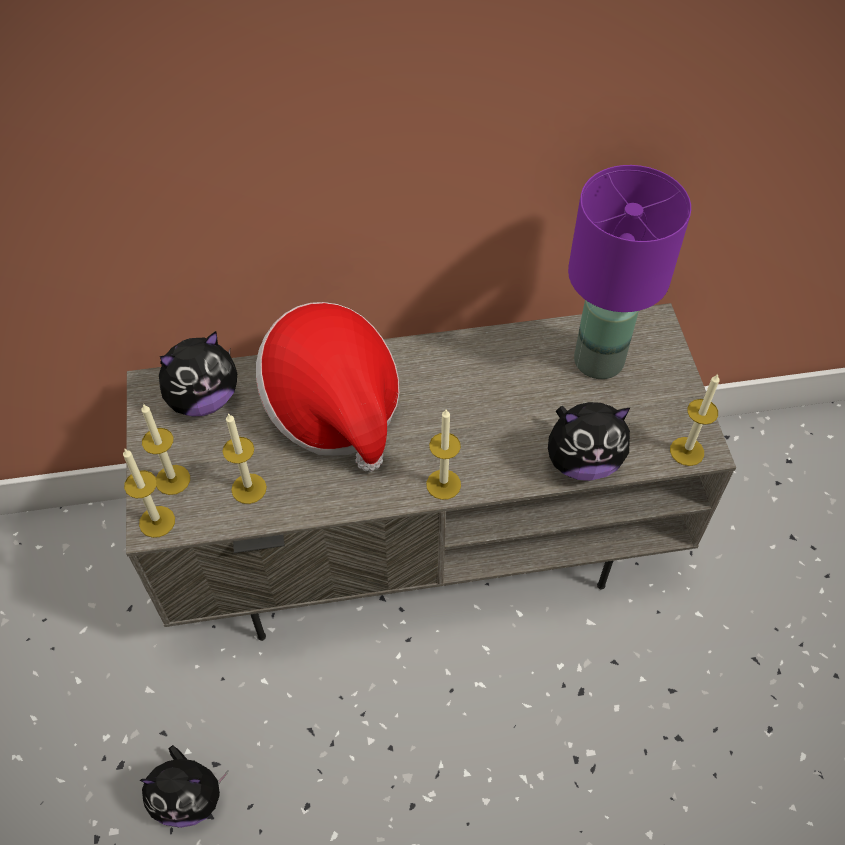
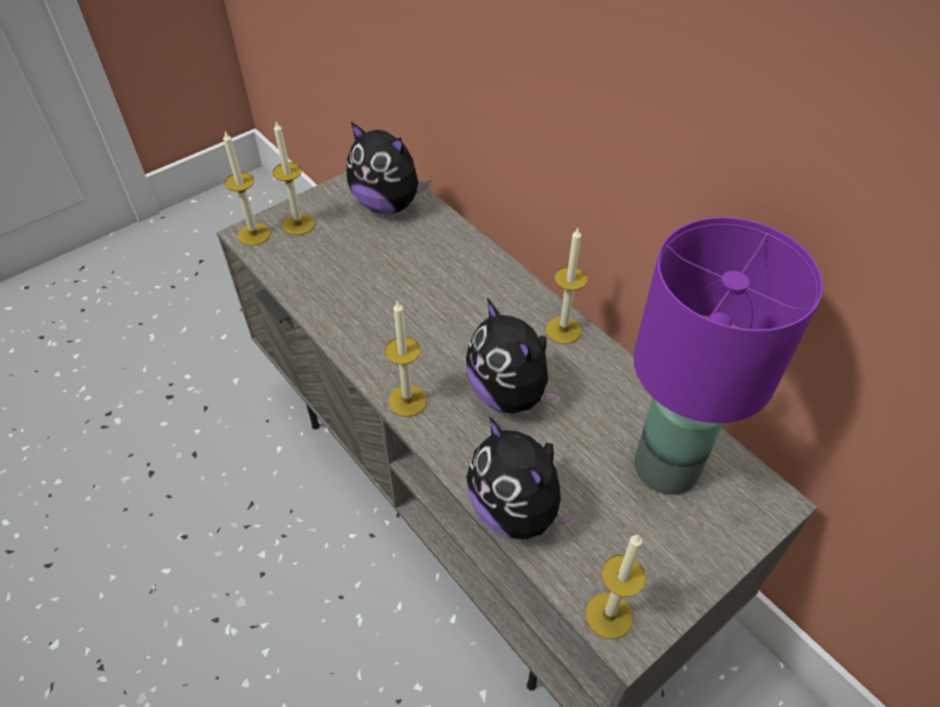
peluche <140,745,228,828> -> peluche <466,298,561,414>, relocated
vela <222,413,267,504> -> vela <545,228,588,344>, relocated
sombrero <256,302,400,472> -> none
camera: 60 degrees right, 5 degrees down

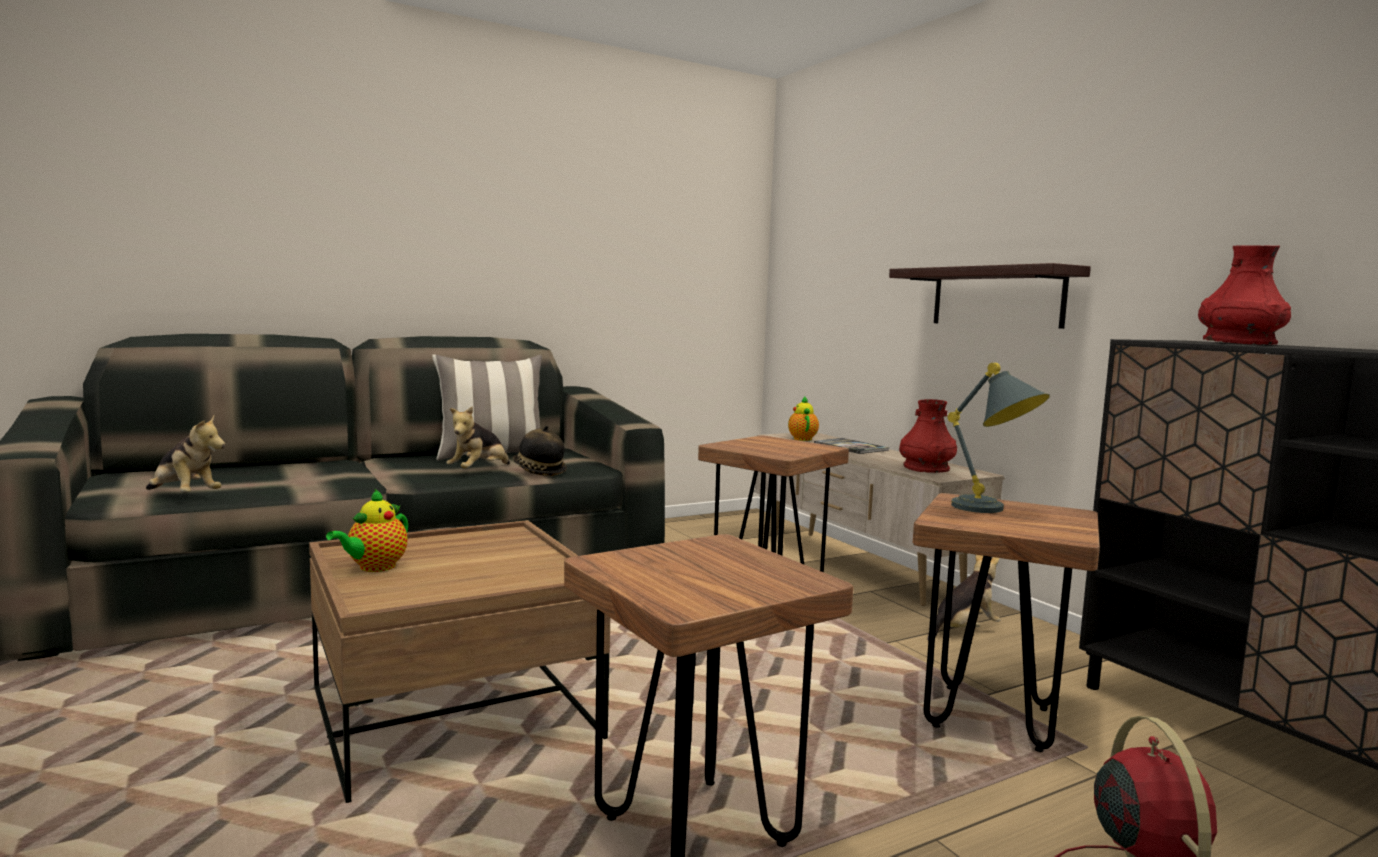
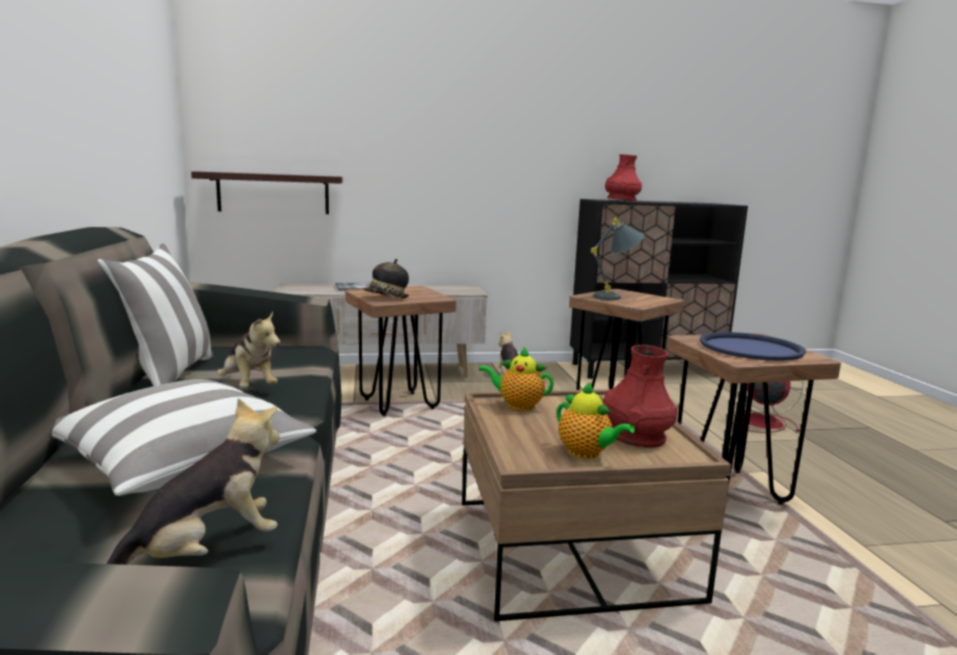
none -> cojín <52,379,316,496>
estante <889,263,1091,329> -> estante <191,171,343,214>, relocated
sombrero <512,425,567,476> -> sombrero <363,259,409,298>, relocated
tetera <788,397,819,441> -> tetera <479,346,554,411>, relocated
florero [rojo] <899,399,957,473> -> florero [rojo] <602,345,677,448>, relocated
none -> bandeja [azul] <700,332,806,361>
camera: 70 degrees left, 5 degrees up

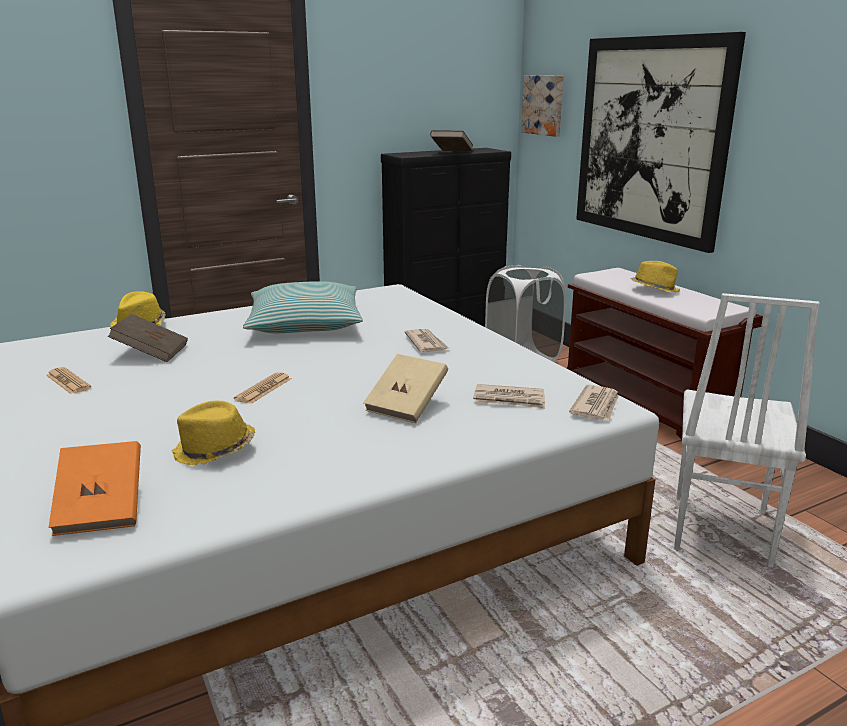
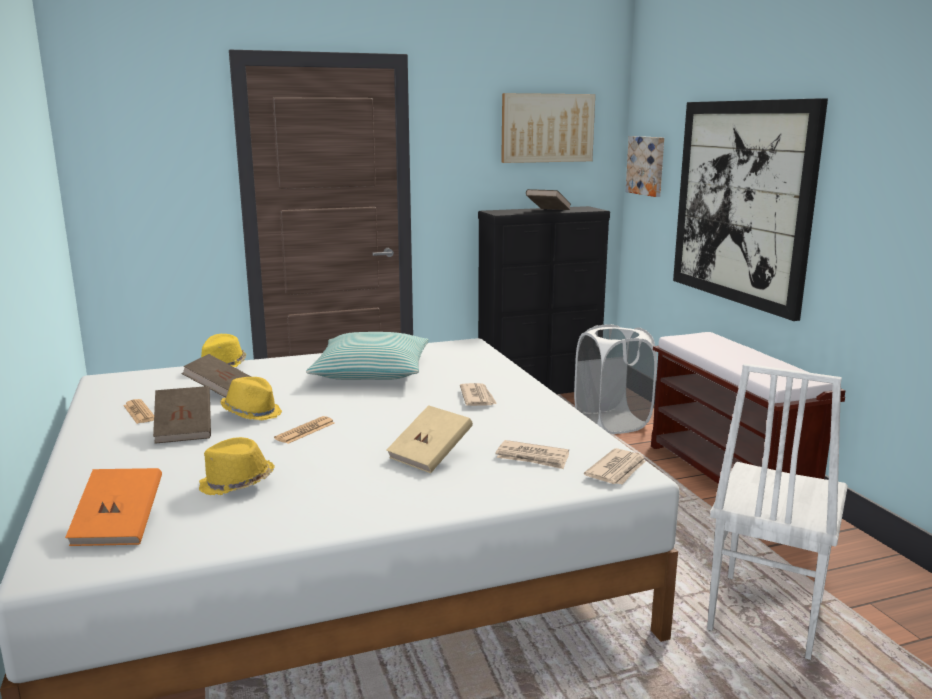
none -> libro [marrón] <153,386,211,444>
sombrero [amarillo] <631,261,680,293> -> sombrero [amarillo] <220,377,282,420>, relocated
none -> cuadro <501,93,595,163>
camera: 10 degrees right, 5 degrees down

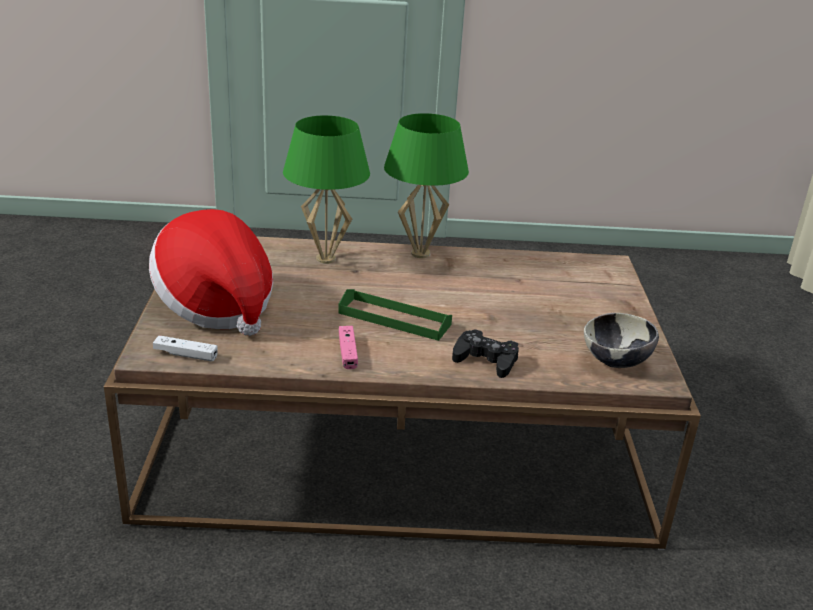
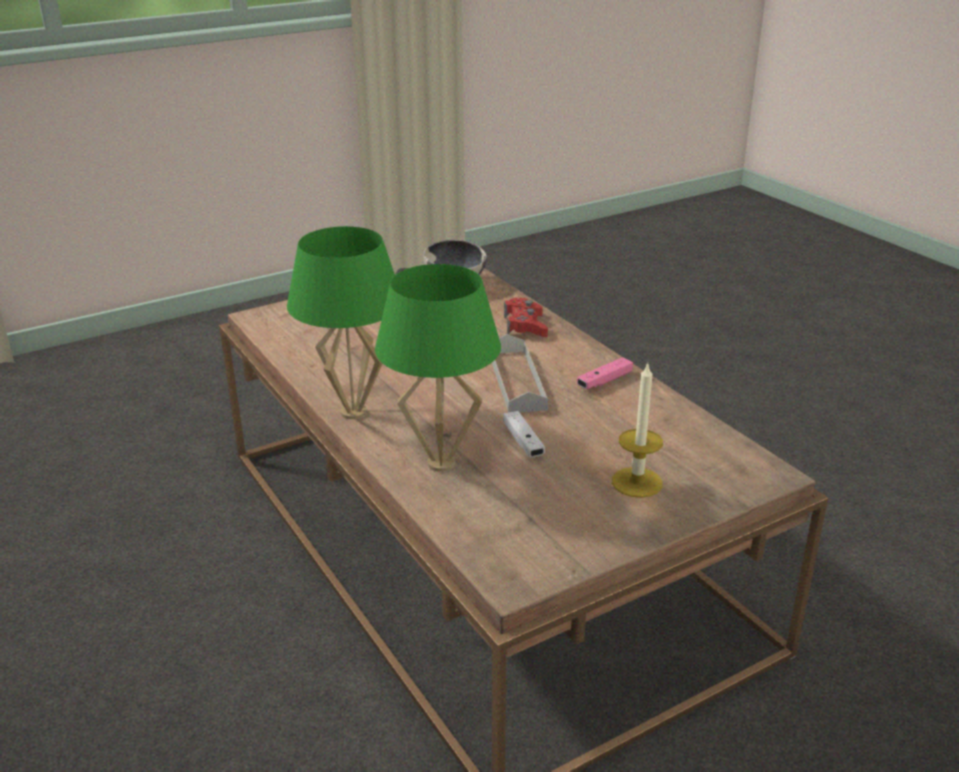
bandeja [verde] <338,289,452,341> -> bandeja [gris] <492,334,548,413>
mando de consola [blanco] <153,335,218,362> -> mando de consola [blanco] <503,411,545,457>, relocated
mando de consola [negro] <452,329,519,378> -> mando de consola [rojo] <504,298,548,337>
sombrero <149,209,273,336> -> vela <612,363,663,498>
camera: 120 degrees left, 0 degrees up

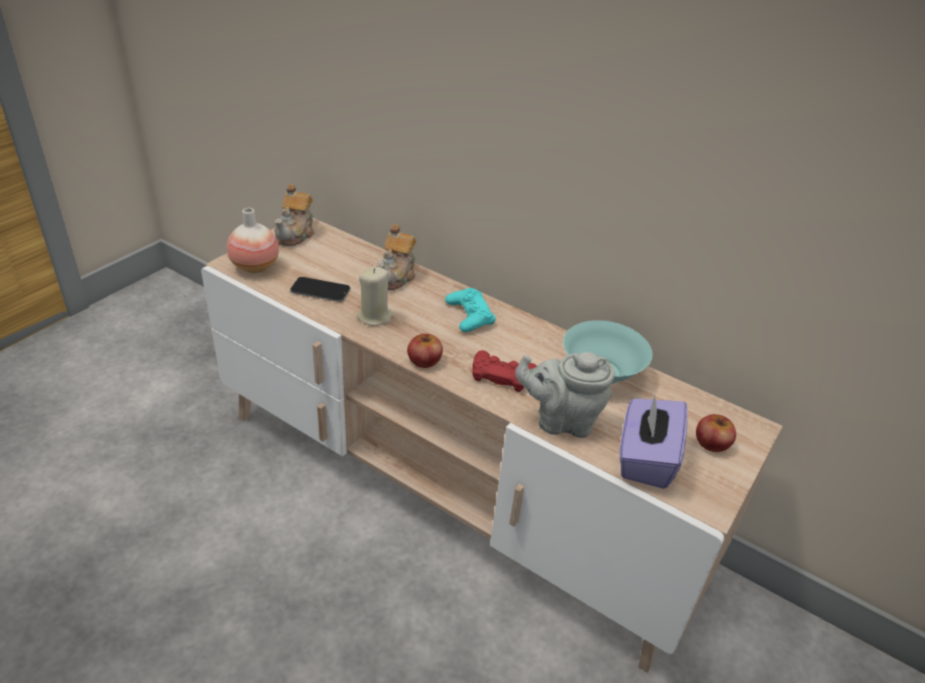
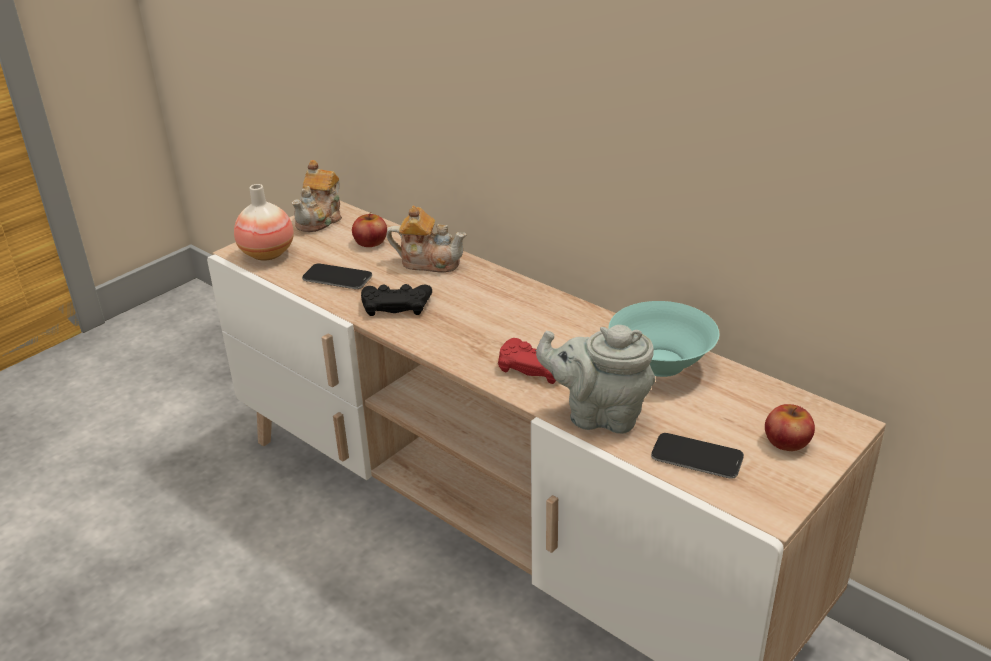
manzana <407,334,443,368> -> manzana <352,212,387,247>, relocated
vela [beis] <357,267,394,326> -> mando de consola [negro] <361,284,432,316>
tetera <376,224,416,290> -> tetera <386,206,466,273>, 105 degrees counterclockwise
caja de pañuelos [morado] <620,394,688,489> -> móvil <651,433,744,479>
mando de consola [turquesa] <445,288,496,332> -> none
camera: 10 degrees right, 5 degrees down

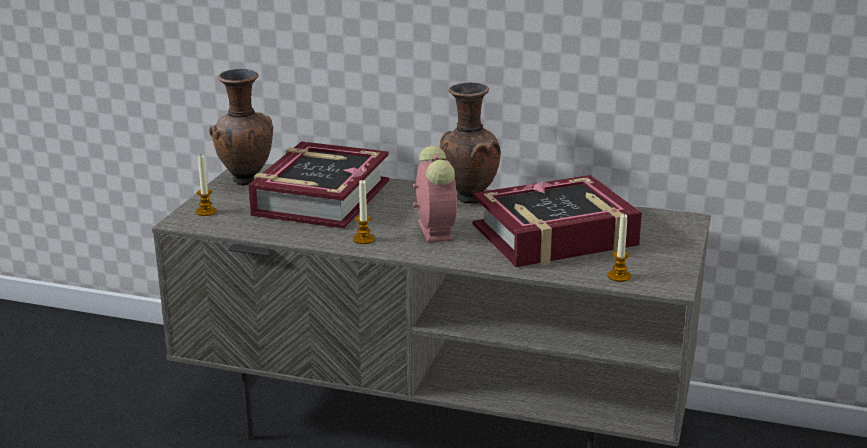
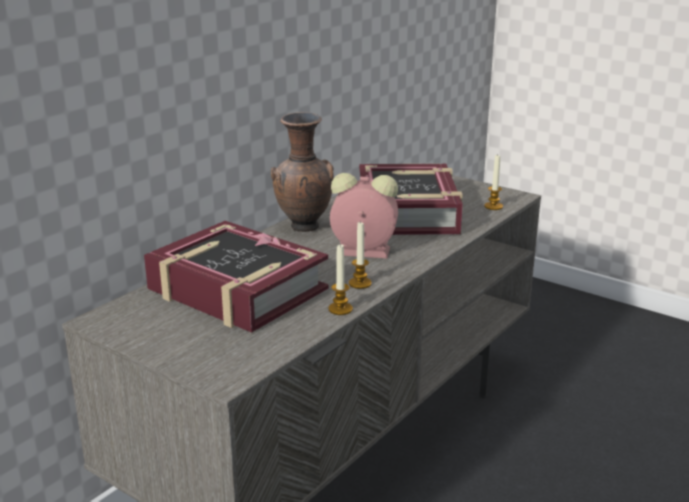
vela <196,156,217,216> -> vela <328,244,353,315>, relocated
florero [marrón] <209,69,273,186> -> none
camera: 70 degrees left, 0 degrees up

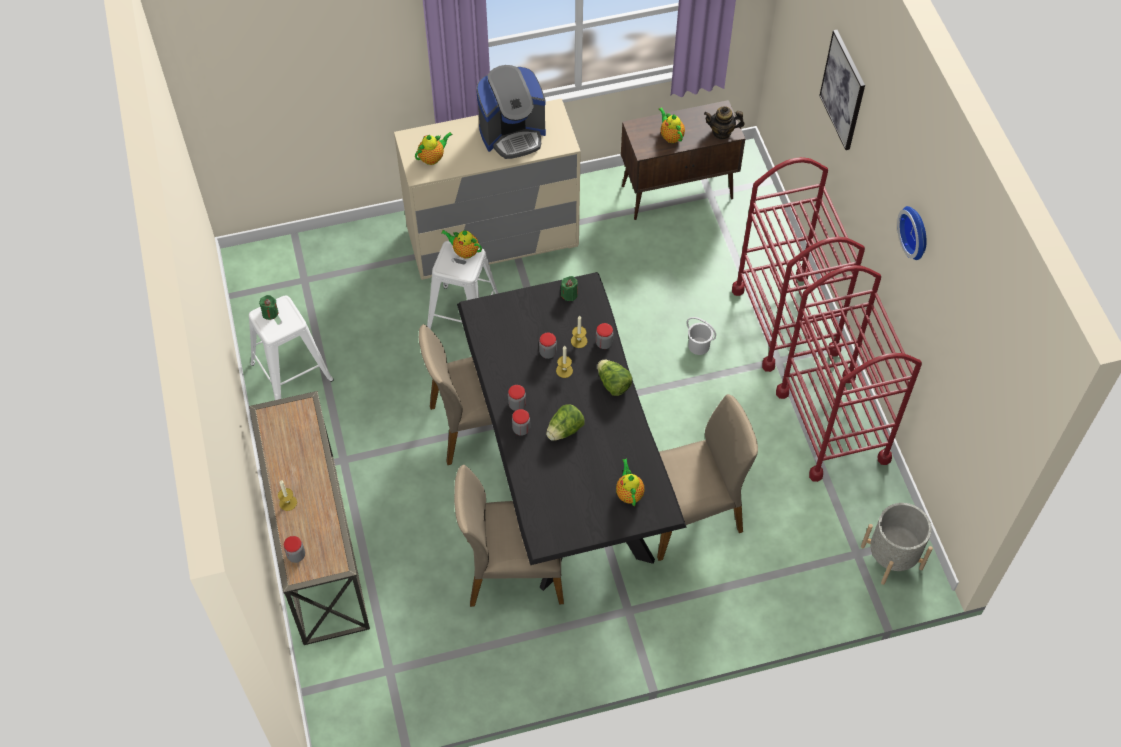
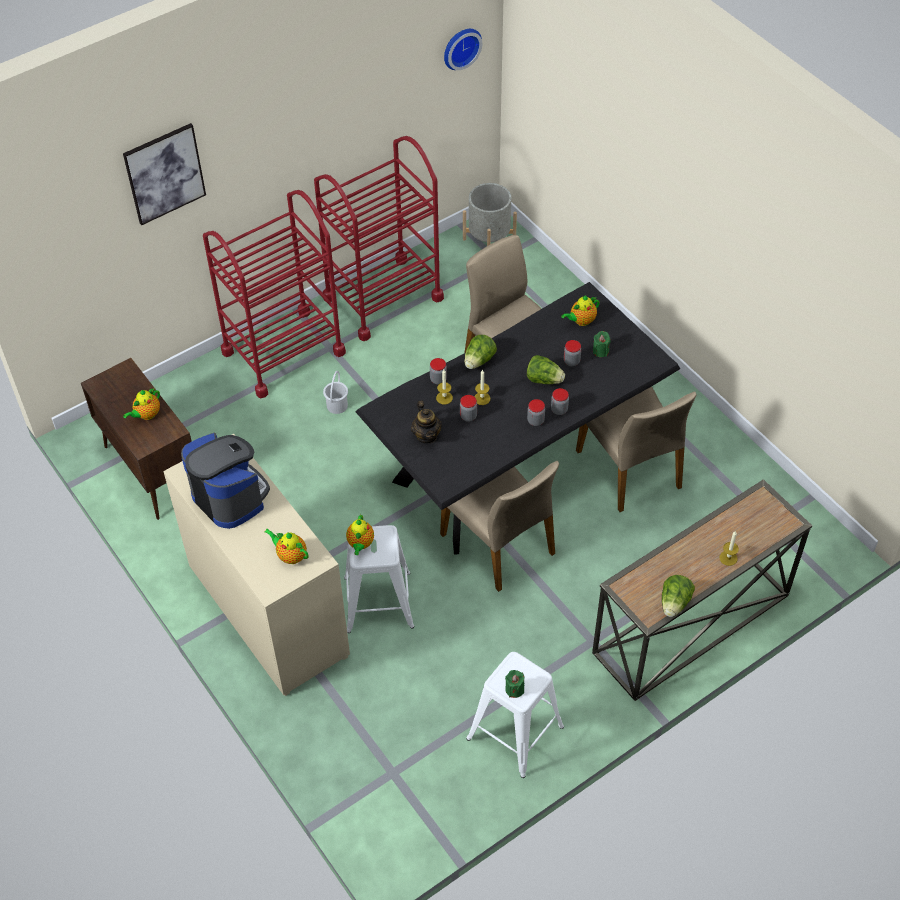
tetera <704,106,744,140> -> tetera <411,401,442,444>, relocated
reloj de pared <897,206,927,260> -> reloj de pared <444,29,482,70>, relocated
tarro <284,536,305,563> -> tarro <564,340,581,366>, relocated
vela [verde] <561,276,578,301> -> vela [verde] <593,331,611,357>, relocated
none -> lechuga <662,575,695,617>
camera: 110 degrees left, 5 degrees down

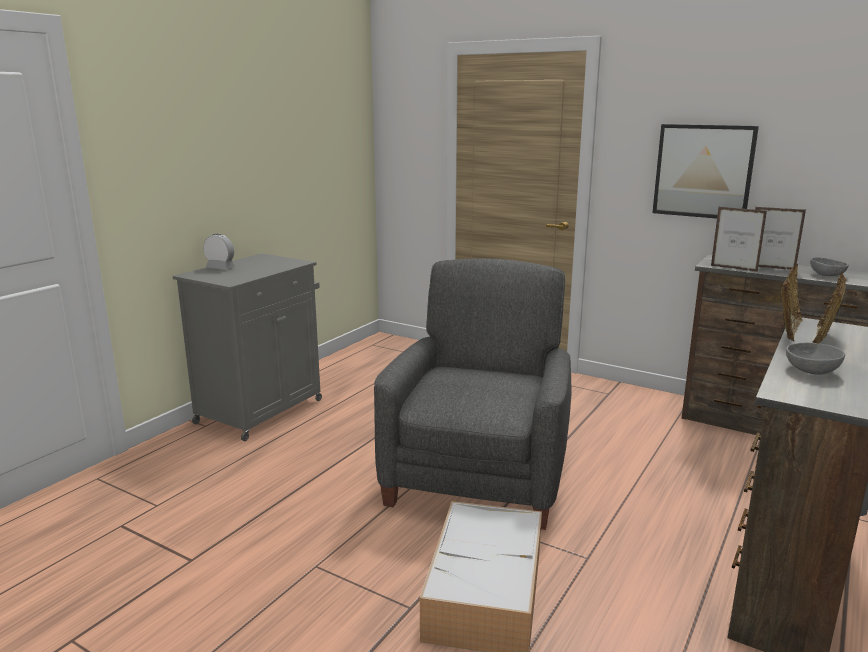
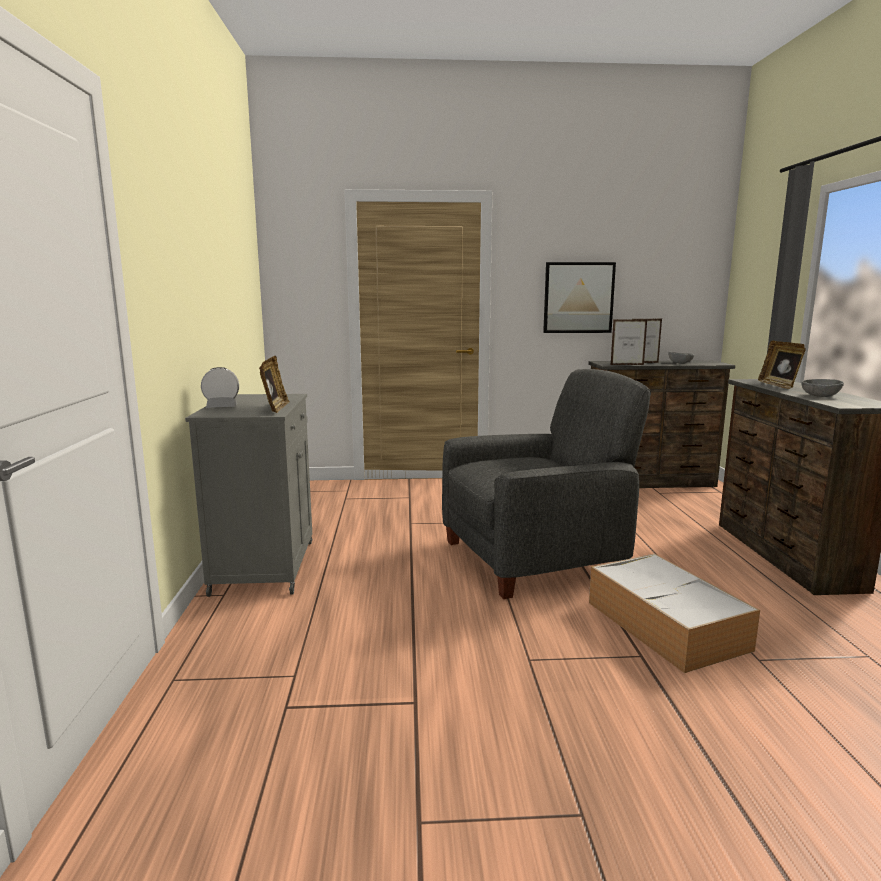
portarretratos <781,264,803,341> -> portarretratos <259,356,290,413>, relocated
sillón [gris] <374,259,571,530> -> sillón [gris] <442,369,651,599>, 90 degrees clockwise
camera: 35 degrees left, 5 degrees down

